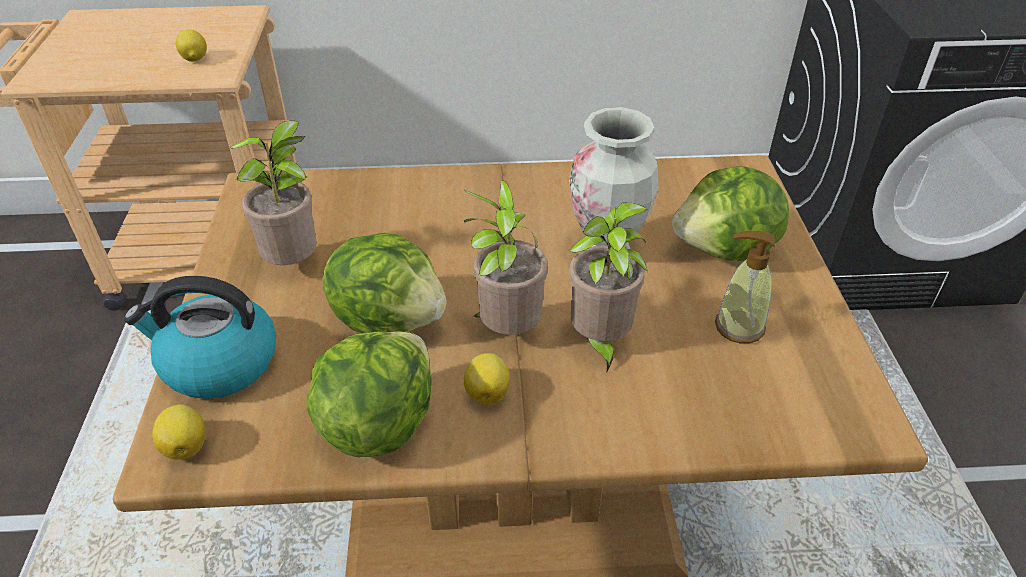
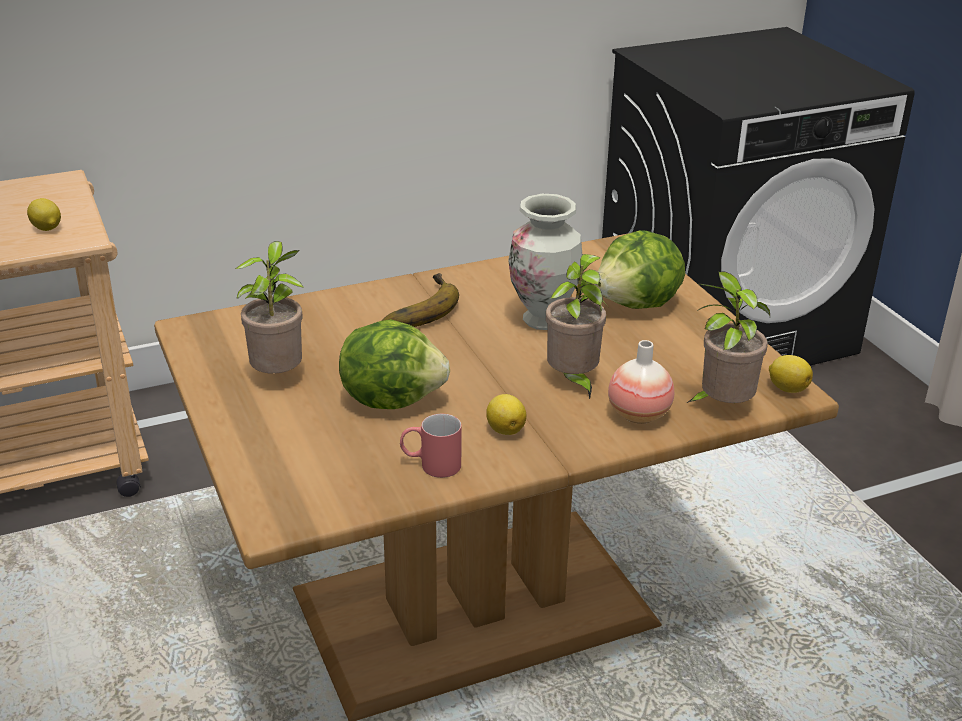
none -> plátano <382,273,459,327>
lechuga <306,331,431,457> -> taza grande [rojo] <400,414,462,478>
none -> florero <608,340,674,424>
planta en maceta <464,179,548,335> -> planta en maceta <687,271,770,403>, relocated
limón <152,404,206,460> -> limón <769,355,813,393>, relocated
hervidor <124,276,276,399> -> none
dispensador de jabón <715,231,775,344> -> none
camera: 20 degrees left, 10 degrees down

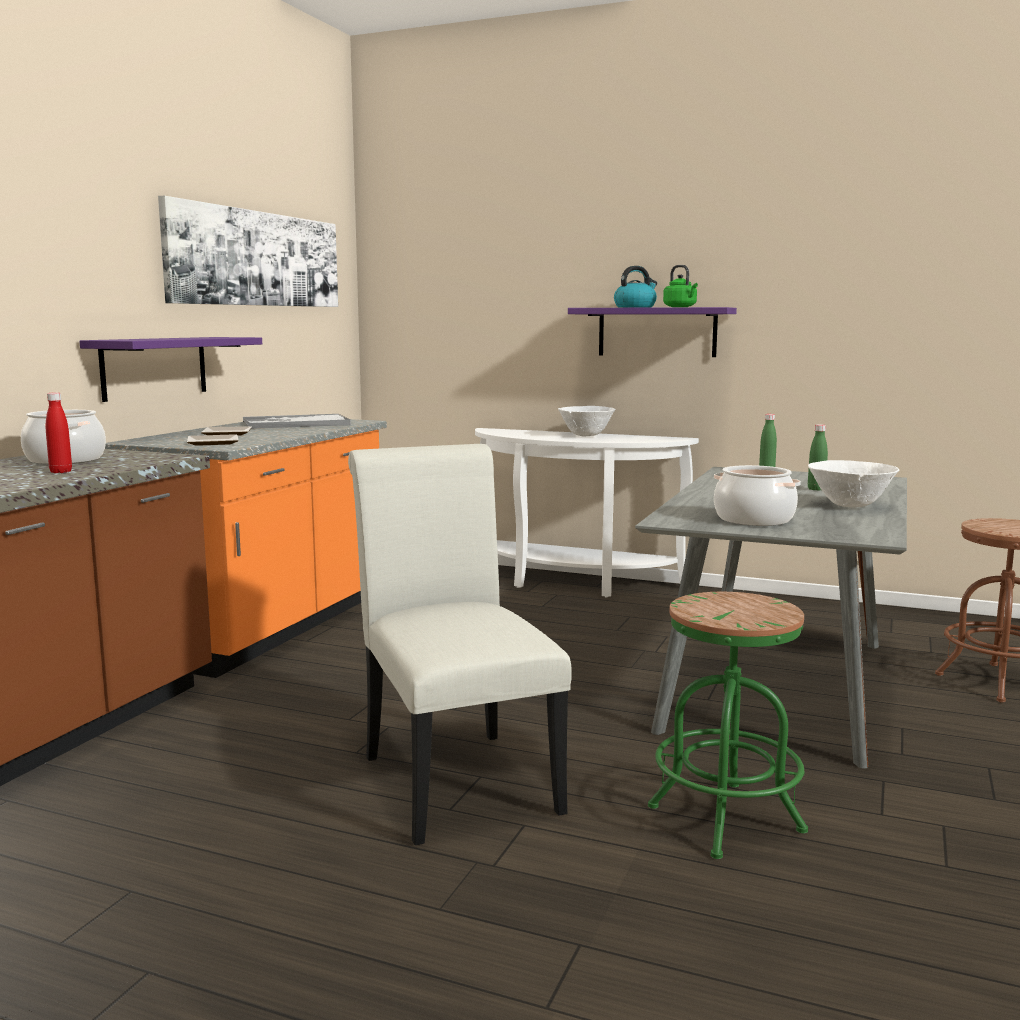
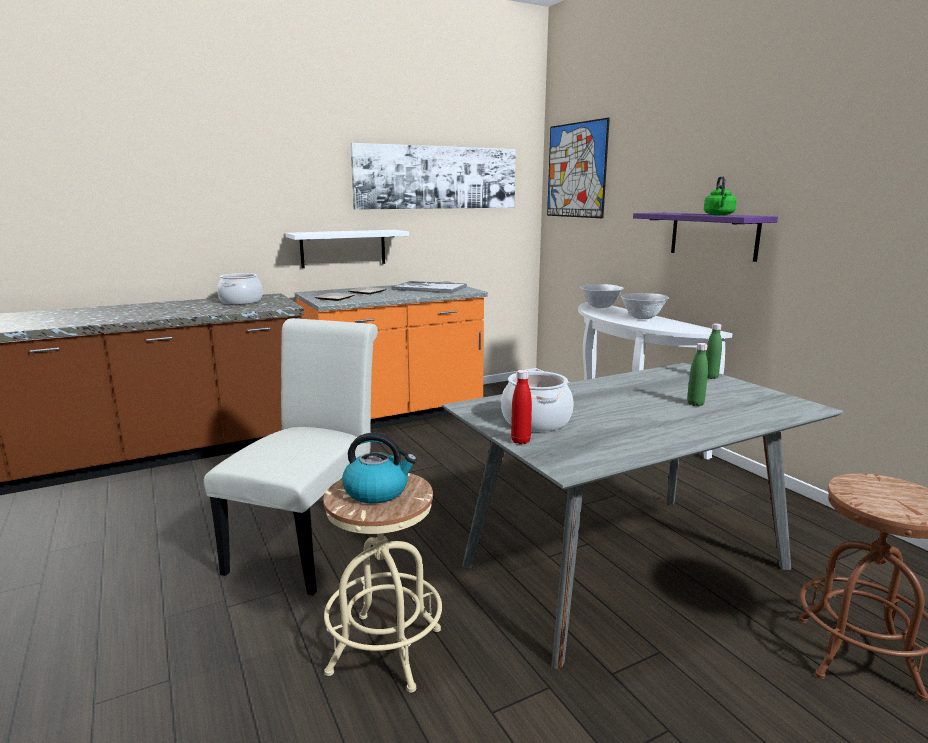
estante [morado] <79,337,262,402> -> estante [blanco] <285,230,409,268>
taburete [verde] <648,592,808,859> -> taburete [beis] <323,473,442,692>
hervidor <614,266,657,308> -> hervidor <342,433,417,503>, relocated
botella [rojo] <46,393,72,473> -> botella [rojo] <511,370,532,444>, relocated
none -> cuadro <547,118,610,218>
cuenco [blanco] <808,460,899,508> -> cuenco [blanco] <580,284,624,308>, relocated
camera: 40 degrees right, 5 degrees up

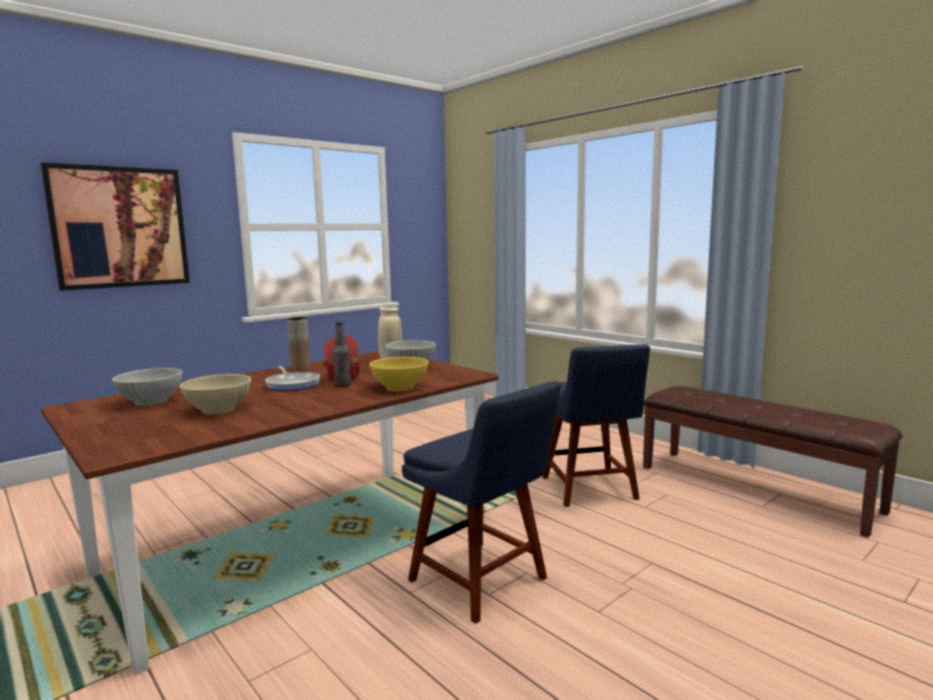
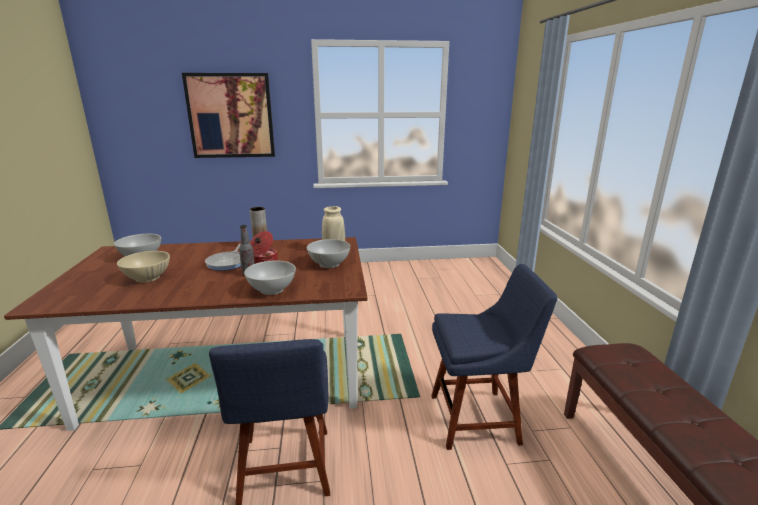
cuenco [amarillo] <369,357,429,391> -> cuenco [blanco] <244,260,296,295>
silla [azul] <543,344,650,507> -> silla [azul] <431,264,557,450>, 120 degrees counterclockwise
camera: 35 degrees right, 10 degrees up

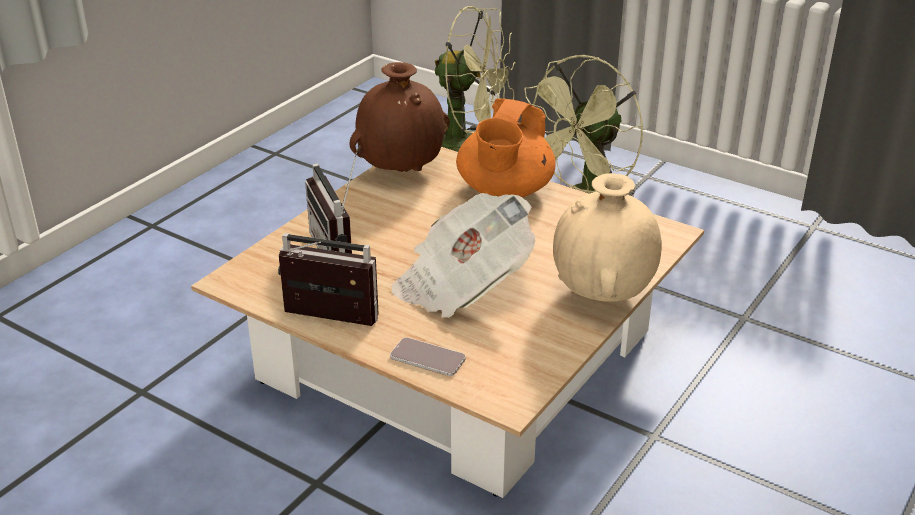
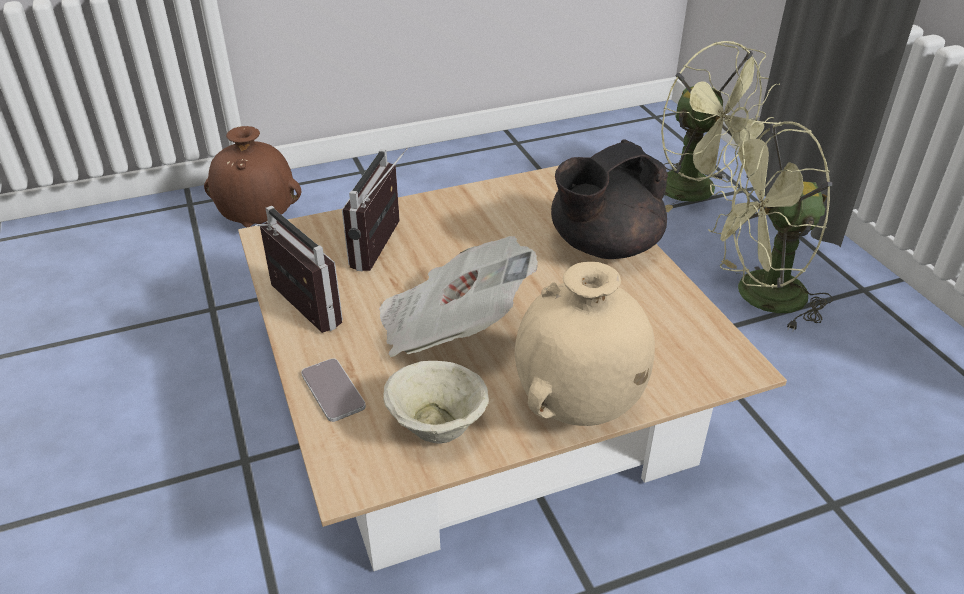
florero [marrón] <349,62,450,172> -> florero [marrón] <204,126,302,227>, relocated
none -> cuenco [beis] <383,361,489,444>
tetera [naranja] <456,98,555,197> -> tetera [negro] <551,139,668,259>
camera: 35 degrees right, 5 degrees up

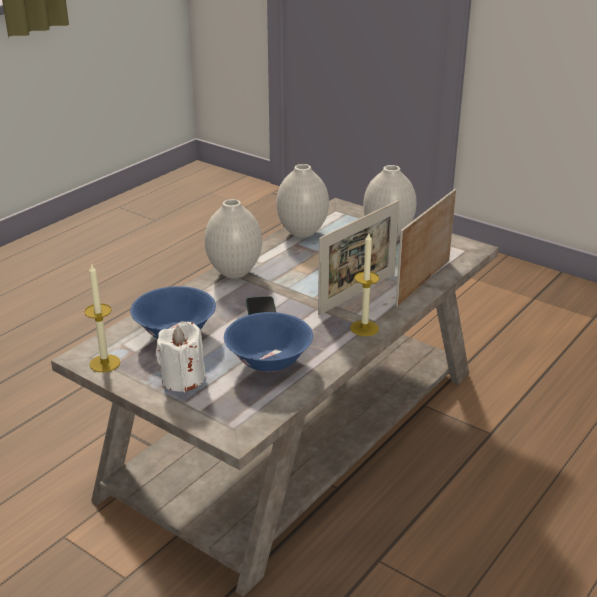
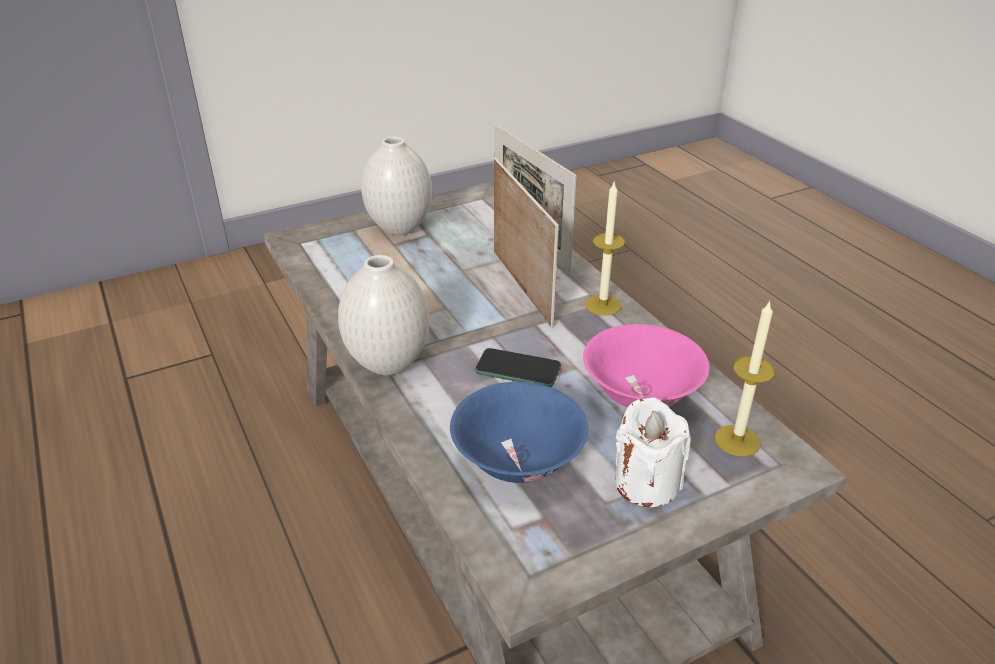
cuenco [azul] <224,312,313,372> -> cuenco [rosa] <583,324,709,407>
vela <84,263,120,372> -> vela <714,301,775,457>, relocated
florero [blanco] <276,164,329,238> -> none
camera: 65 degrees left, 5 degrees up

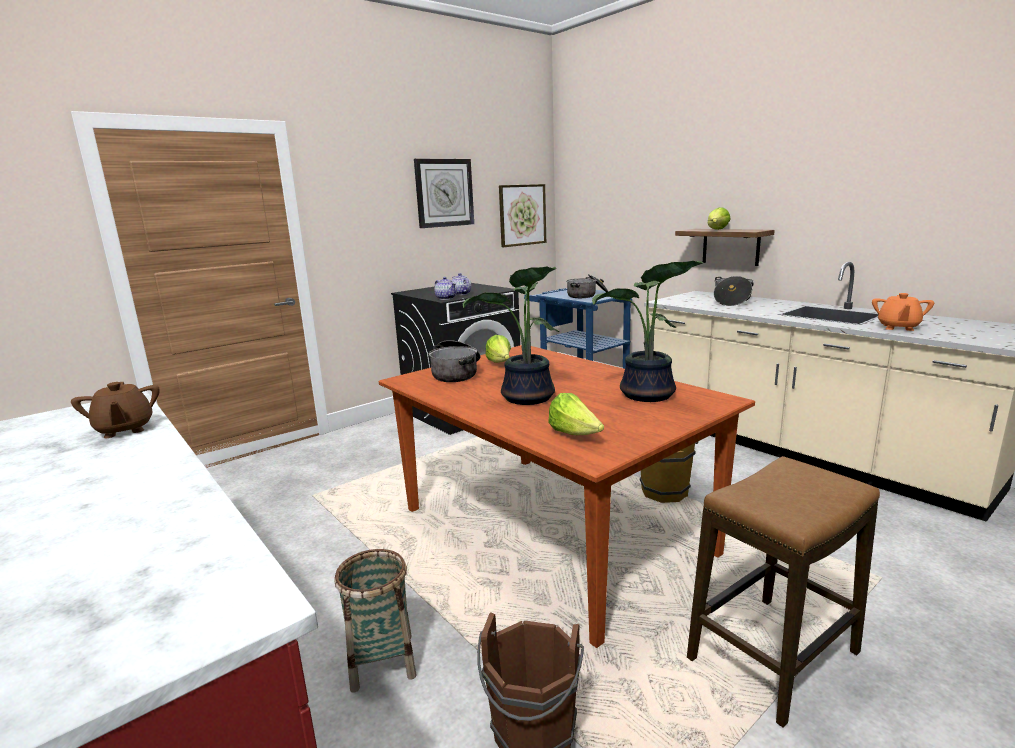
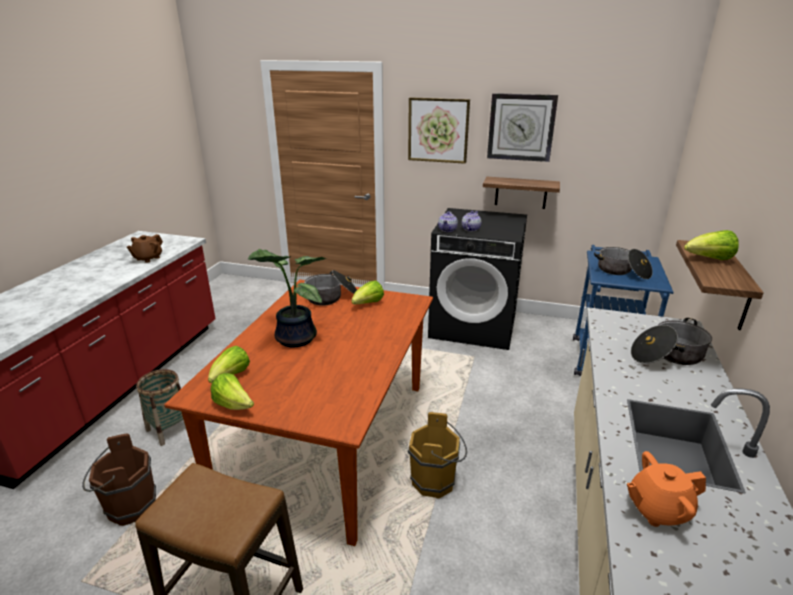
none -> lechuga <211,373,254,410>
cuadro <499,184,546,247> -> cuadro <408,97,470,164>, relocated
none -> estante <483,177,560,209>
planta en maceta <592,261,704,402> -> none
camera: 55 degrees right, 10 degrees up

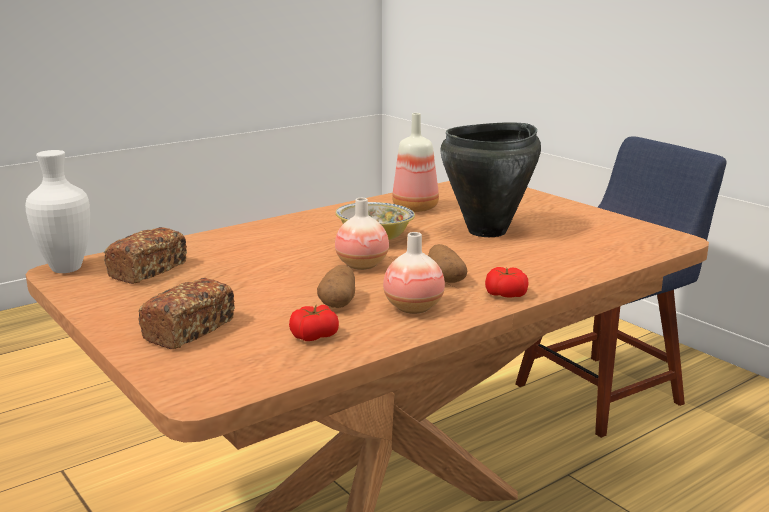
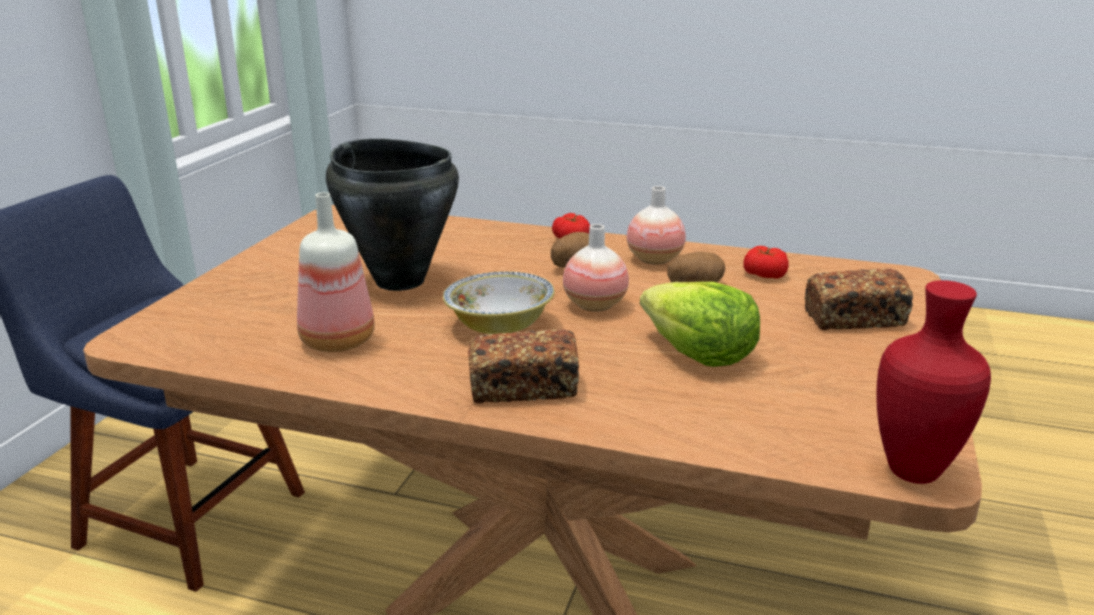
pan <104,227,187,284> -> pan <468,329,579,403>, relocated
none -> lechuga <640,282,760,367>
florero [blanco] <25,150,90,273> -> florero [rojo] <876,280,991,484>
camera: 125 degrees left, 5 degrees up

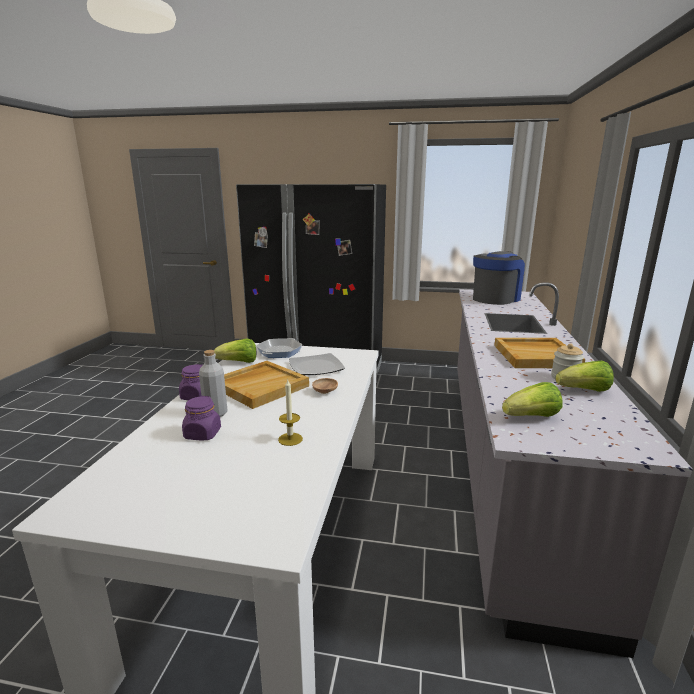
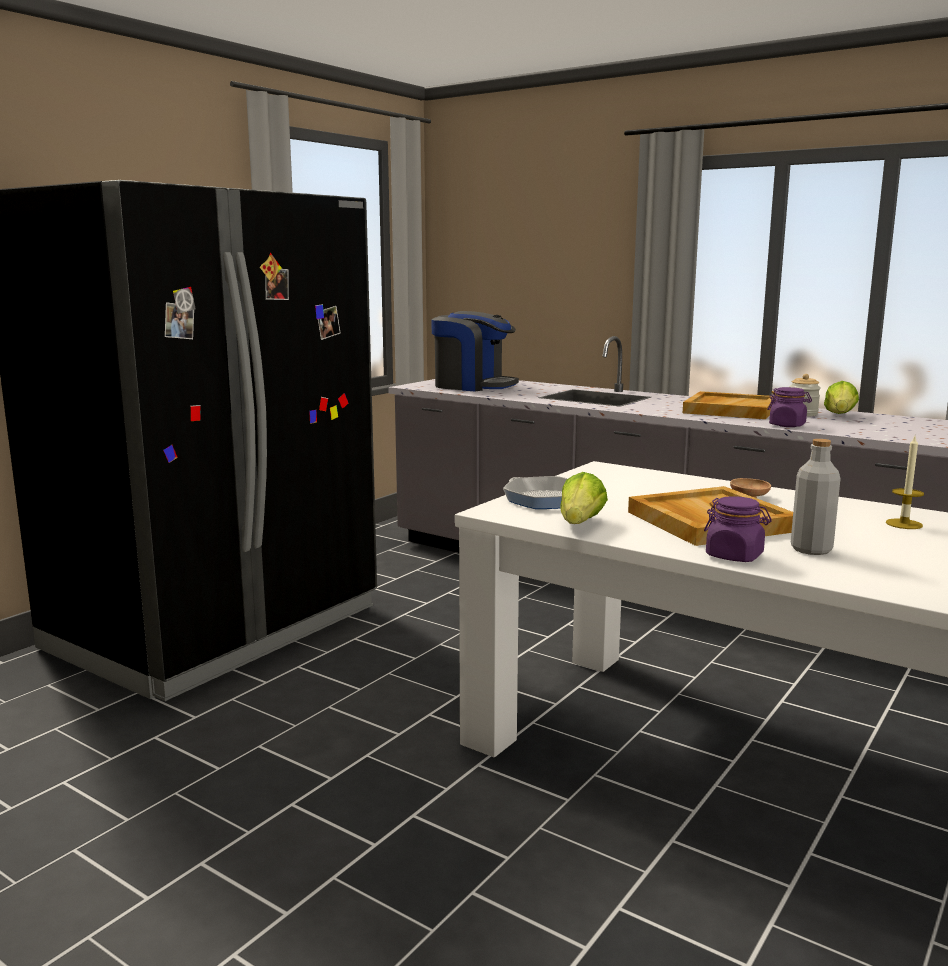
cafetera <473,251,525,305> -> cafetera <431,311,519,391>, 135 degrees clockwise
tarro [morado] <182,396,221,440> -> tarro [morado] <767,387,812,427>, relocated
plato <289,353,345,375> -> none
lechuga <502,382,563,417> -> none
camera: 65 degrees left, 5 degrees down

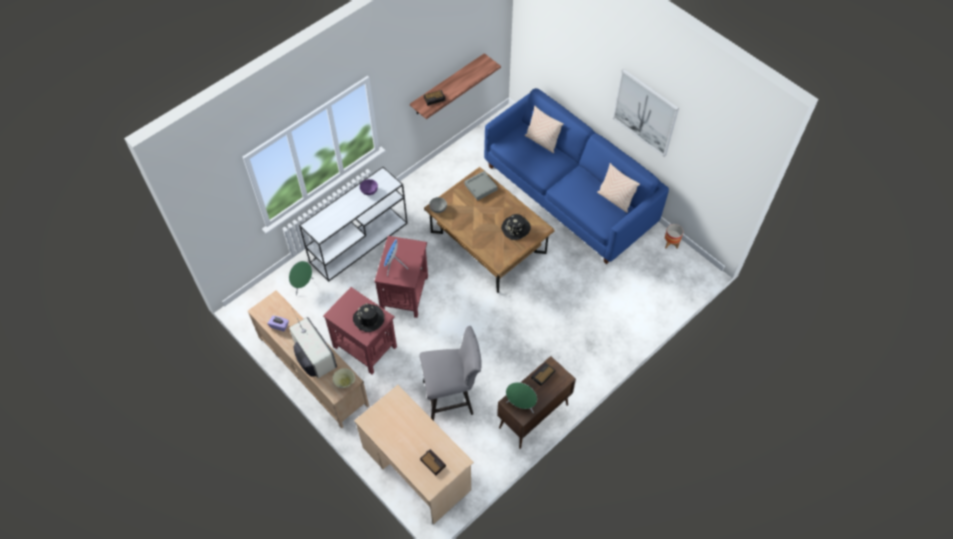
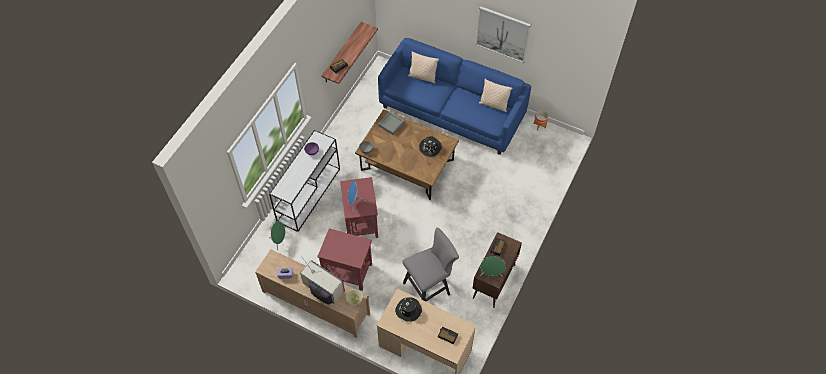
sombrero [negro] <353,303,384,332> -> sombrero [negro] <395,297,422,322>, relocated
camera: 20 degrees left, 0 degrees up

